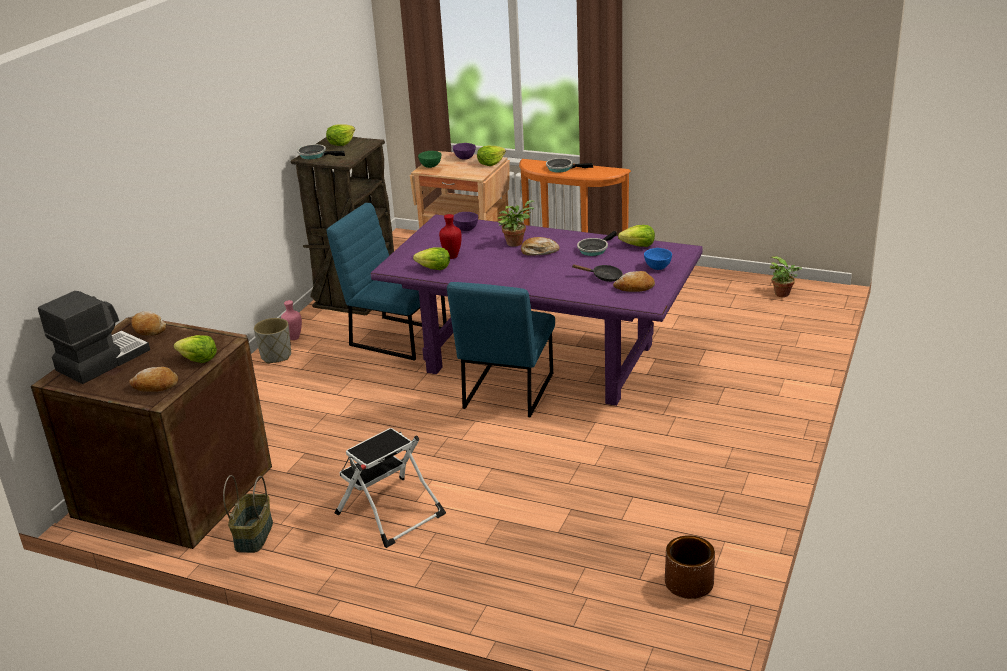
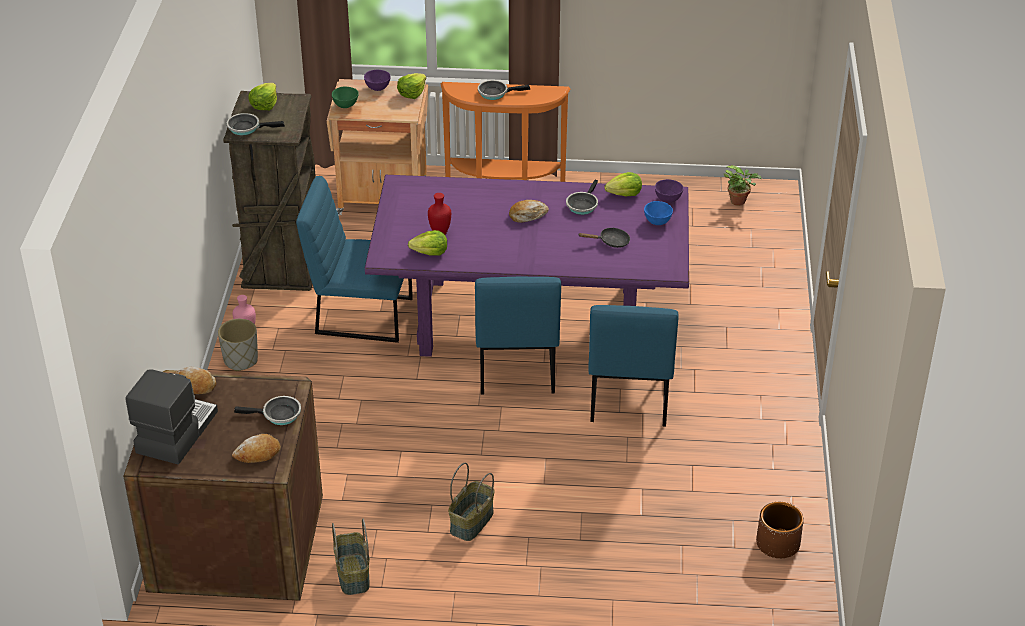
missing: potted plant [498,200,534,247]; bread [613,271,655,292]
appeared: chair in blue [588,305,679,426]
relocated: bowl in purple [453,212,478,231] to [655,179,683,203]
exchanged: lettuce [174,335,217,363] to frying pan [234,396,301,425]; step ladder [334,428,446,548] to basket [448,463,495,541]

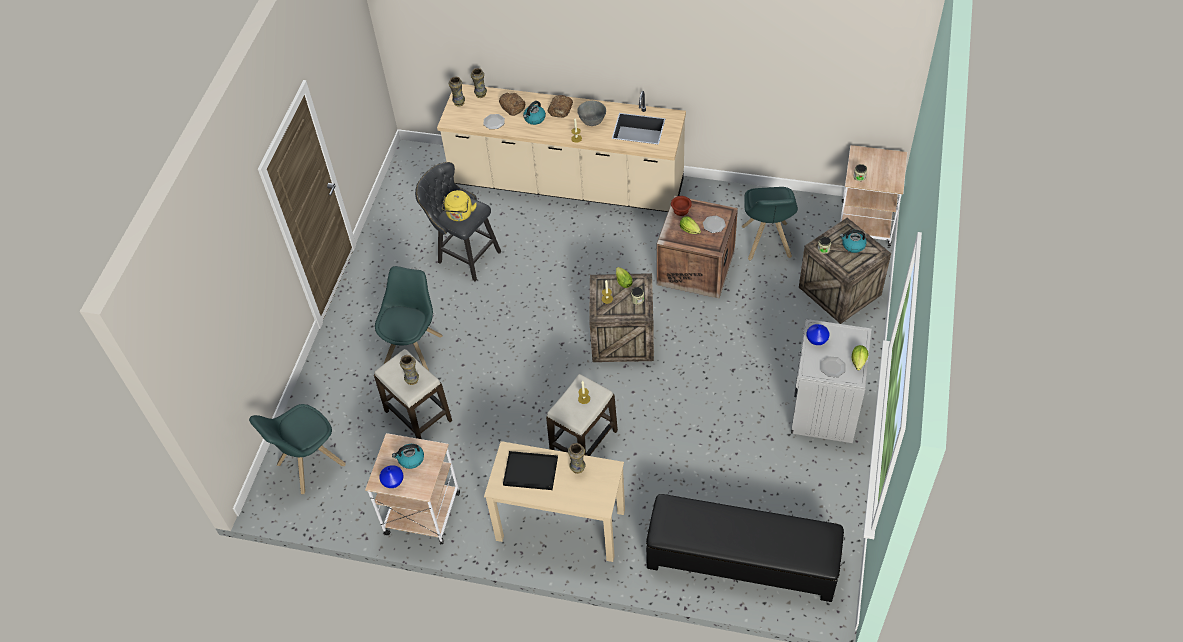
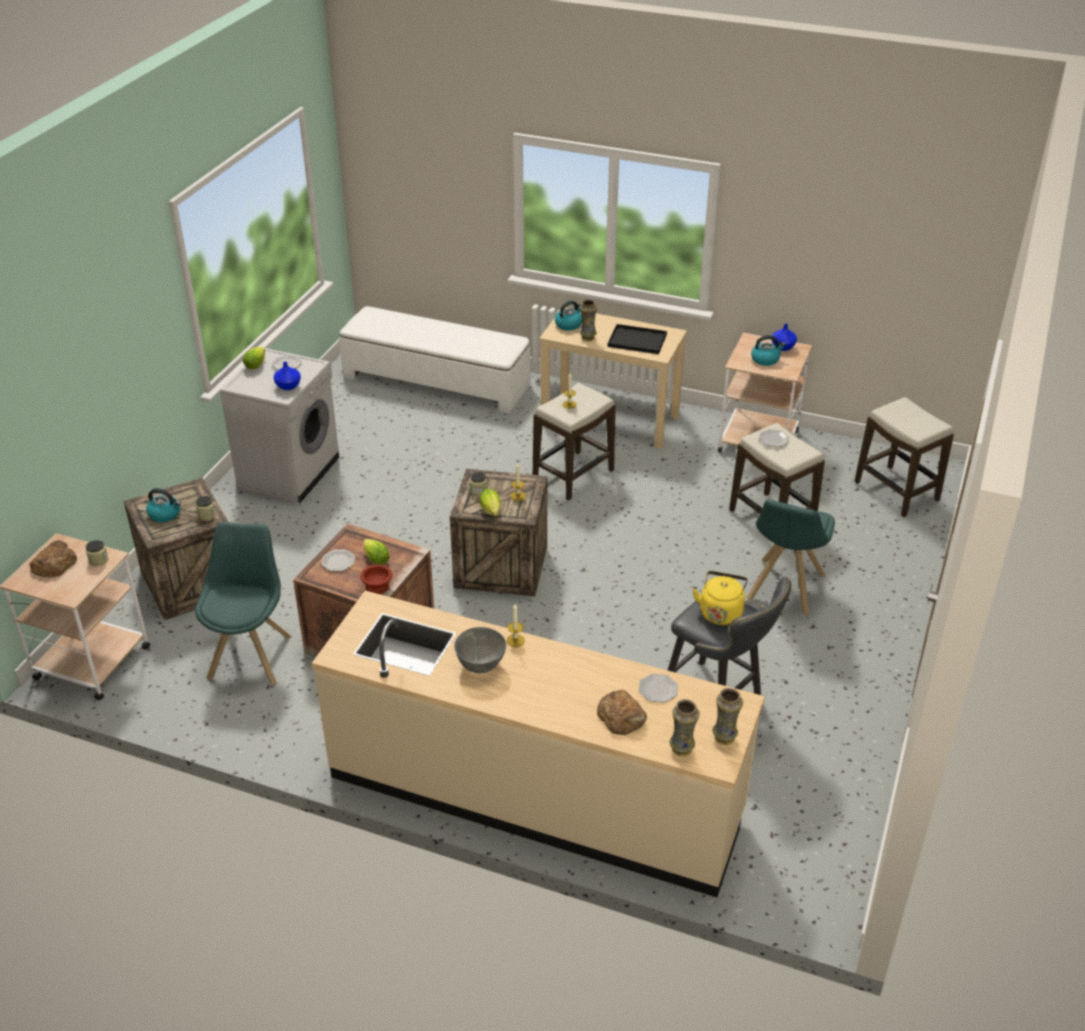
relocated: bread [548,95,573,118] to [29,540,77,577]; kettle [523,101,546,125] to [555,300,582,331]
exchanged: vase [400,355,419,385] to plate [759,429,789,447]; chair in turquoise [249,404,346,494] to stool [854,397,954,517]
colour: bench in black [646,494,844,602] to bench in white [339,306,531,413]

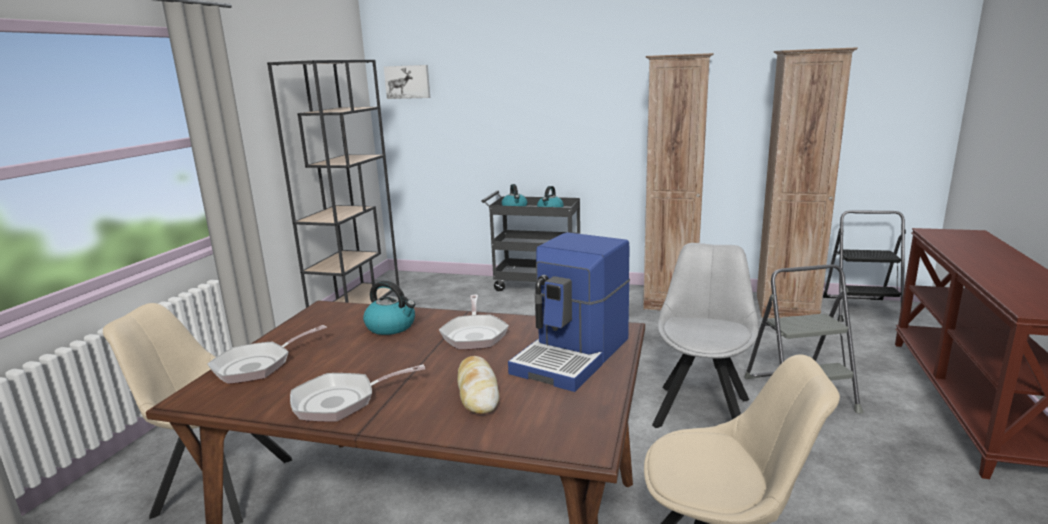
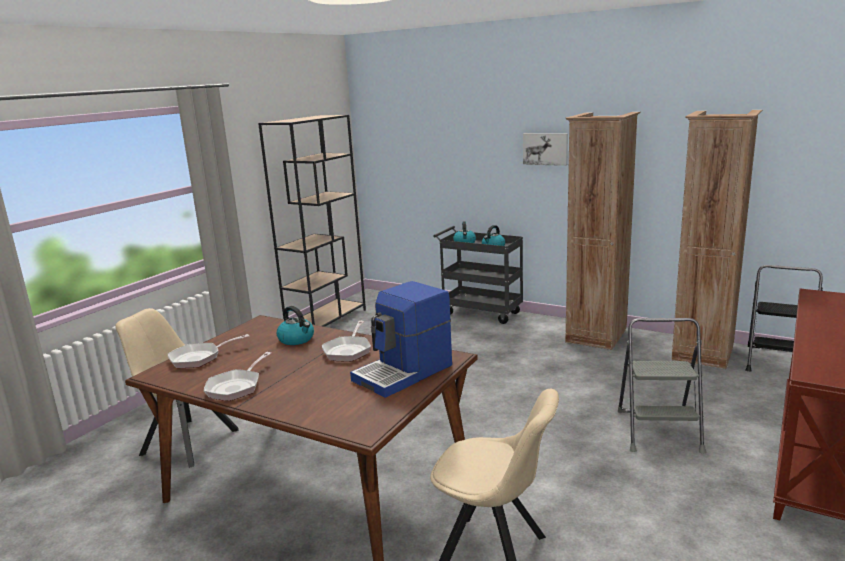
missing: chair in grey [652,243,758,428]; bread [457,356,500,414]
relocated: picture [384,65,430,99] to [523,133,568,166]
spun: frying pan [290,364,425,422] = [204,352,271,401] 60 degrees counterclockwise

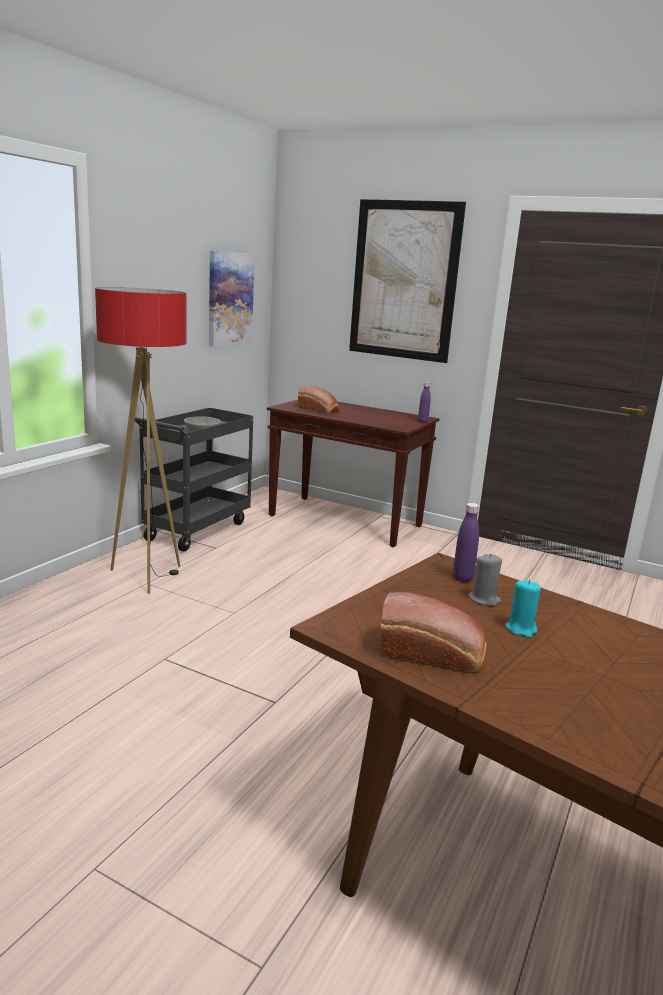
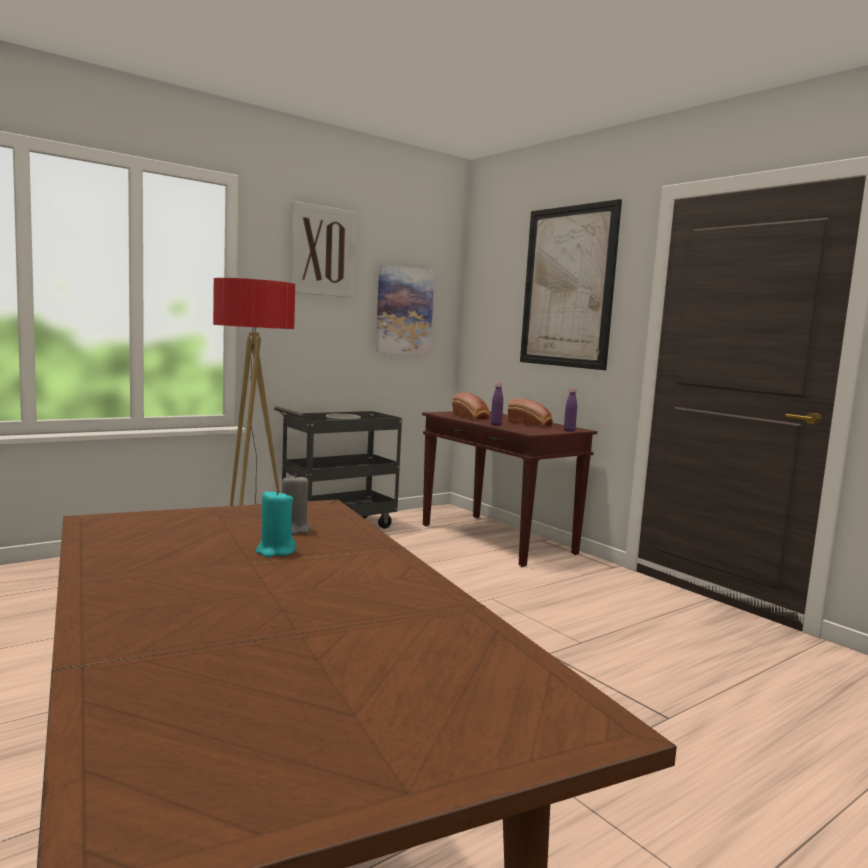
appeared: picture [290,201,357,298]
relocated: bottle in purple [453,503,479,582] to [491,383,503,426]; bread [381,592,487,672] to [508,398,553,427]

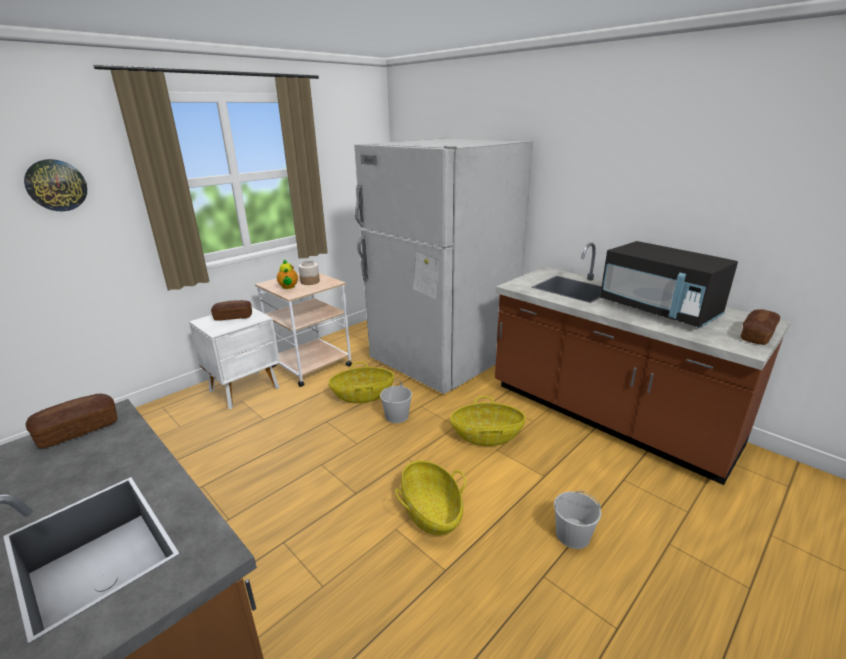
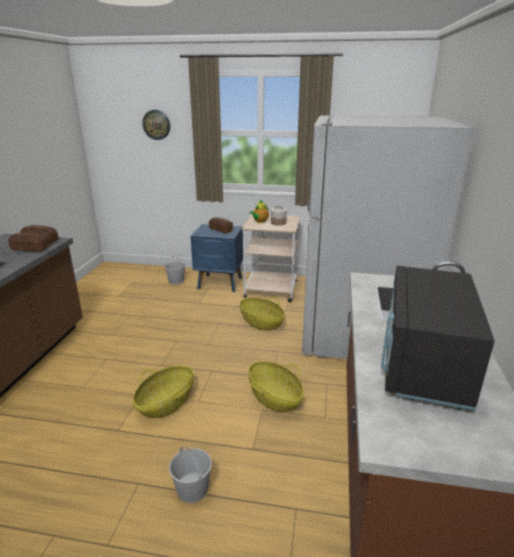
relocated: bread [740,309,780,345] to [8,233,49,252]; bucket in white [380,380,412,423] to [165,256,185,284]
colour: nightstand in white [189,307,280,409] to nightstand in blue [191,224,243,292]

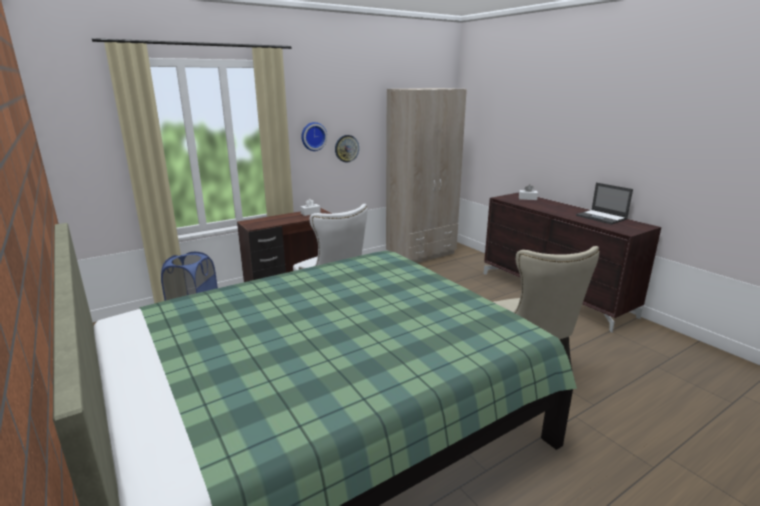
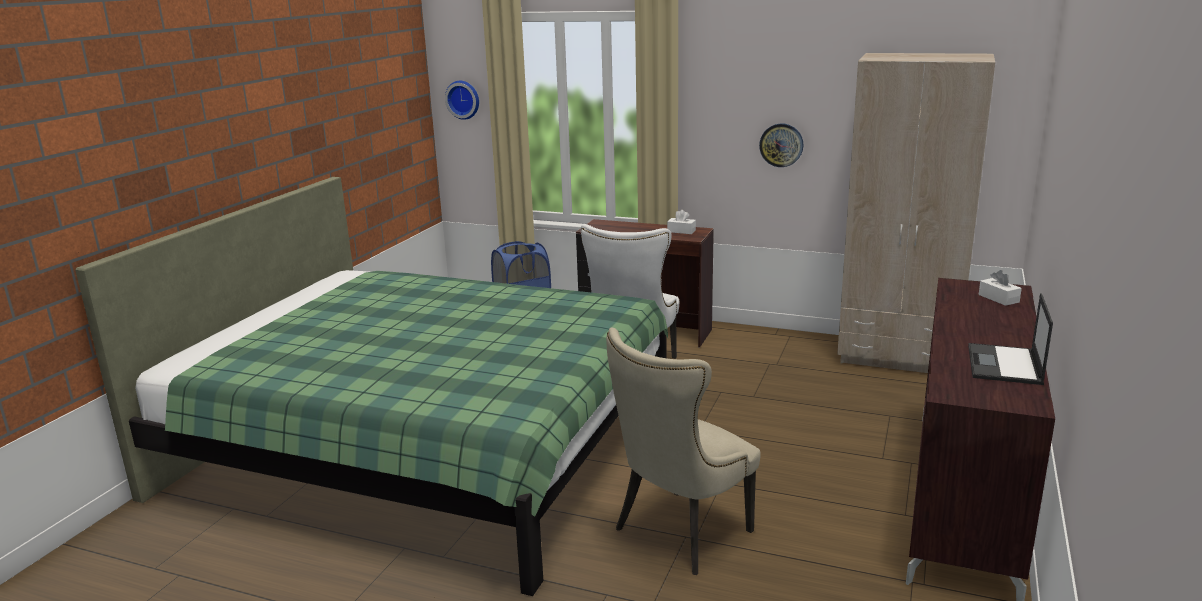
relocated: wall clock [301,122,327,151] to [445,81,479,120]

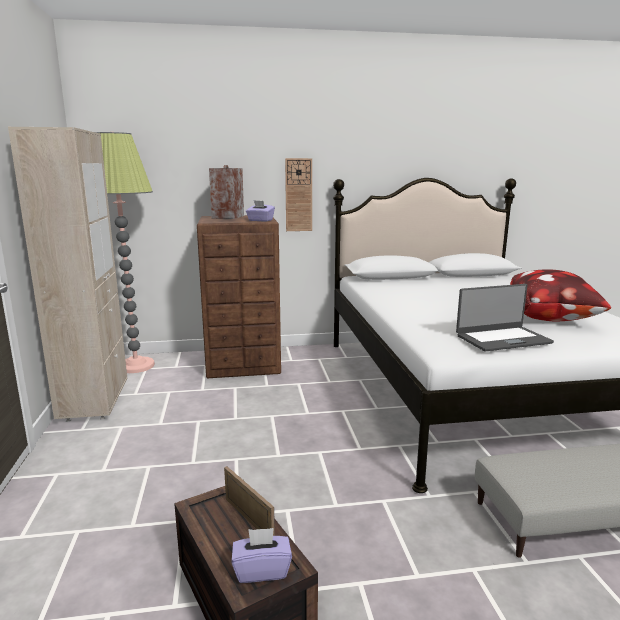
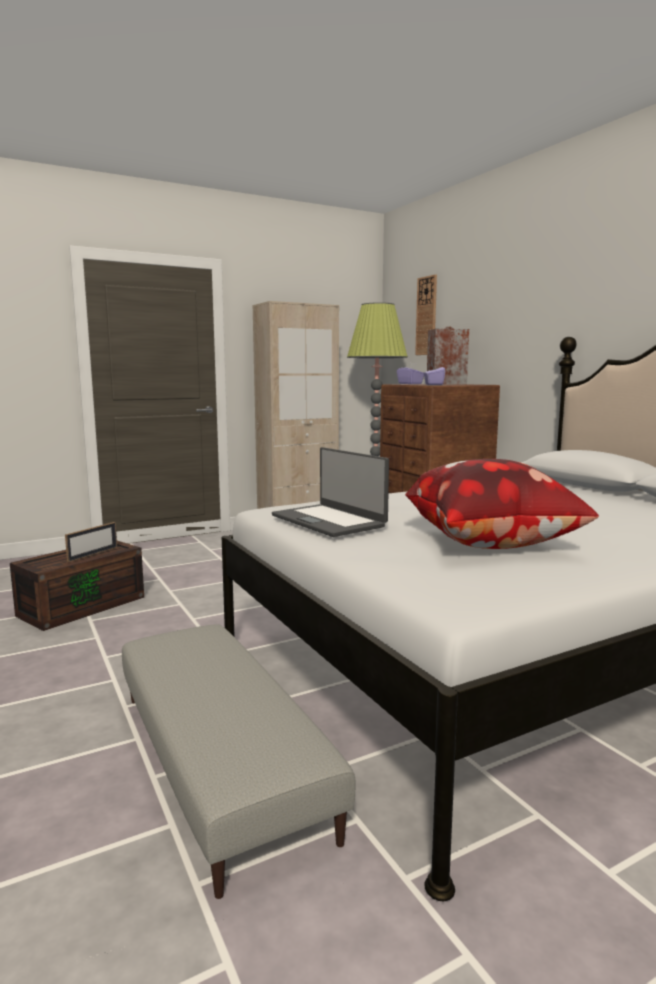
relocated: wall clock [285,158,312,231] to [415,275,437,355]; tissue box in purple [231,528,292,583] to [397,363,424,384]

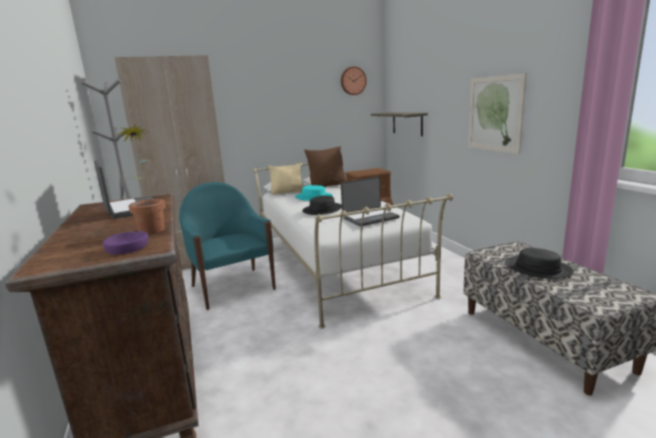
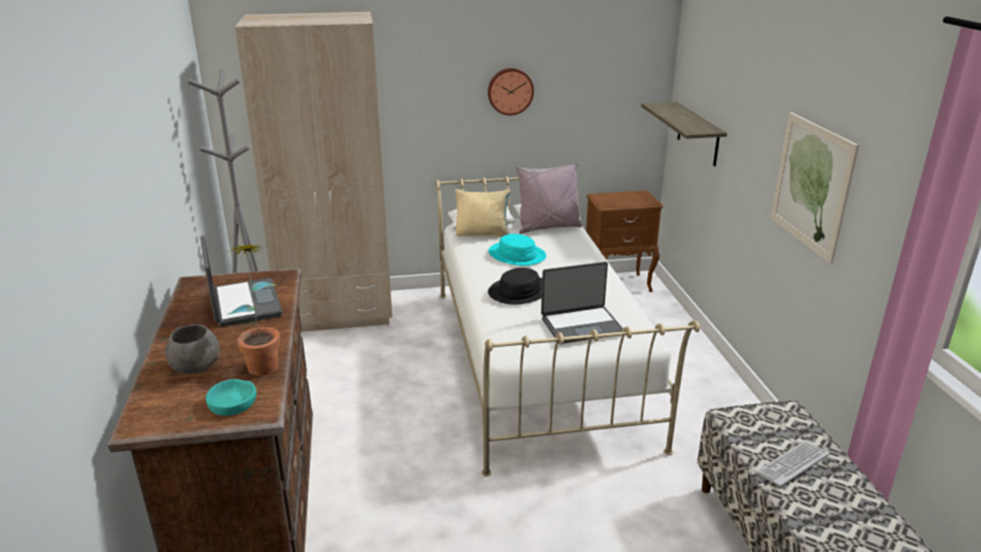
missing: armchair in turquoise [179,182,276,310]
appeared: bowl in grey [165,324,220,374]
relocated: wall clock [341,67,367,95] to [488,68,534,116]
exchanged: hat in black [505,248,574,279] to keyboard [755,441,830,487]
colour: pillow in brown [304,146,347,187] to pillow in purple [516,163,582,234]; bowl in purple [103,231,148,254] to bowl in turquoise [206,379,257,416]

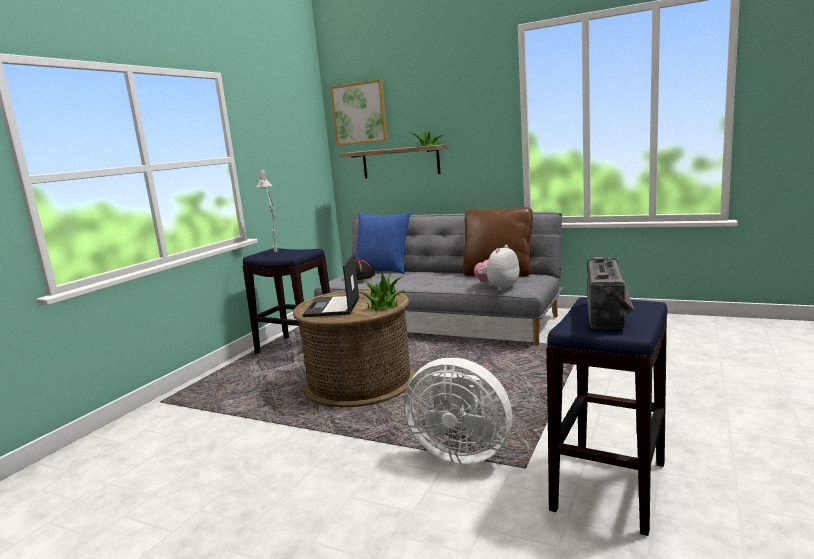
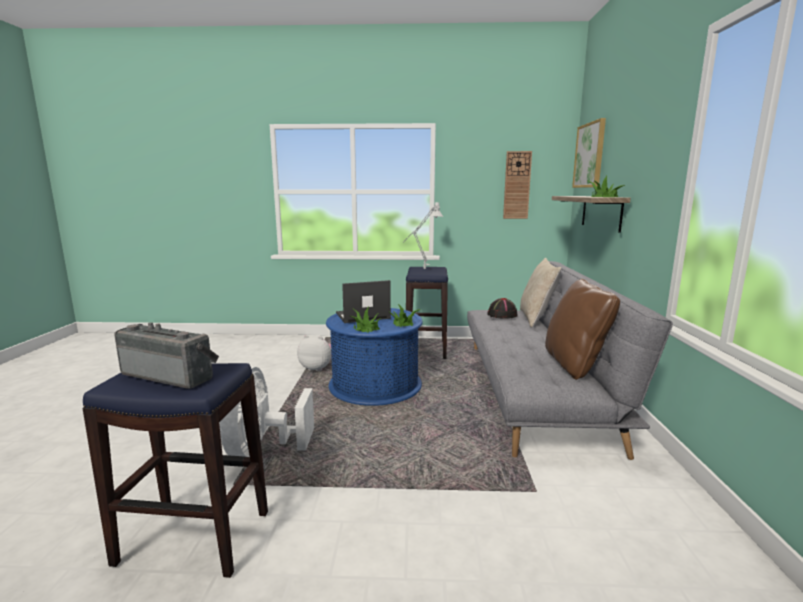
appeared: wall clock [503,151,532,219]
relocated: plush toy [474,245,520,291] to [297,335,331,371]
colour: pillow in blue [355,212,411,274] to pillow in beige [520,258,562,327]; coffee table in brown [293,288,415,407] to coffee table in blue [326,308,423,406]
spun: radio [587,257,634,329] = [114,322,219,389] 150 degrees counterclockwise

